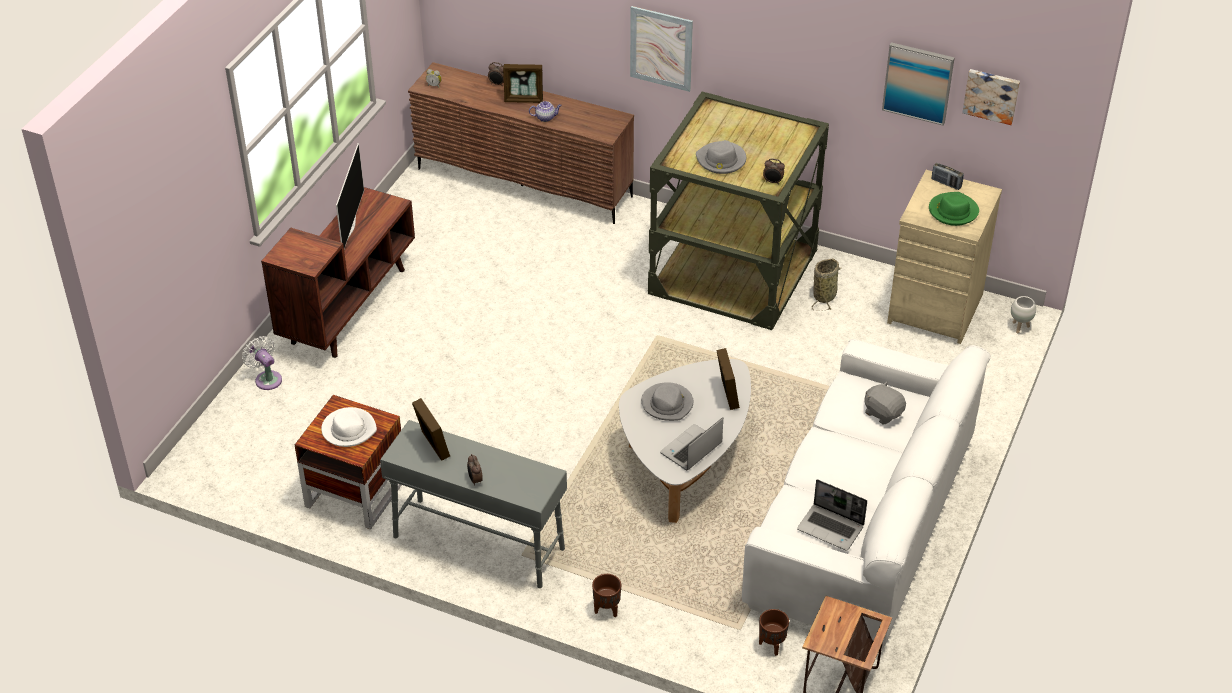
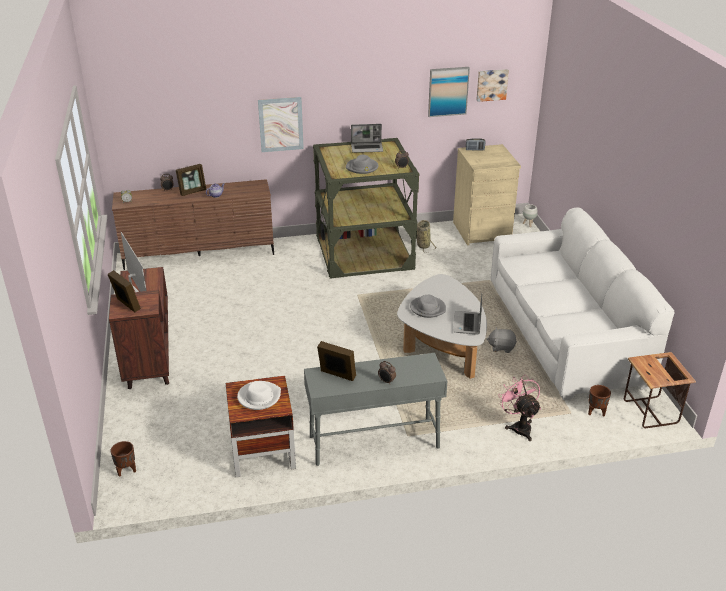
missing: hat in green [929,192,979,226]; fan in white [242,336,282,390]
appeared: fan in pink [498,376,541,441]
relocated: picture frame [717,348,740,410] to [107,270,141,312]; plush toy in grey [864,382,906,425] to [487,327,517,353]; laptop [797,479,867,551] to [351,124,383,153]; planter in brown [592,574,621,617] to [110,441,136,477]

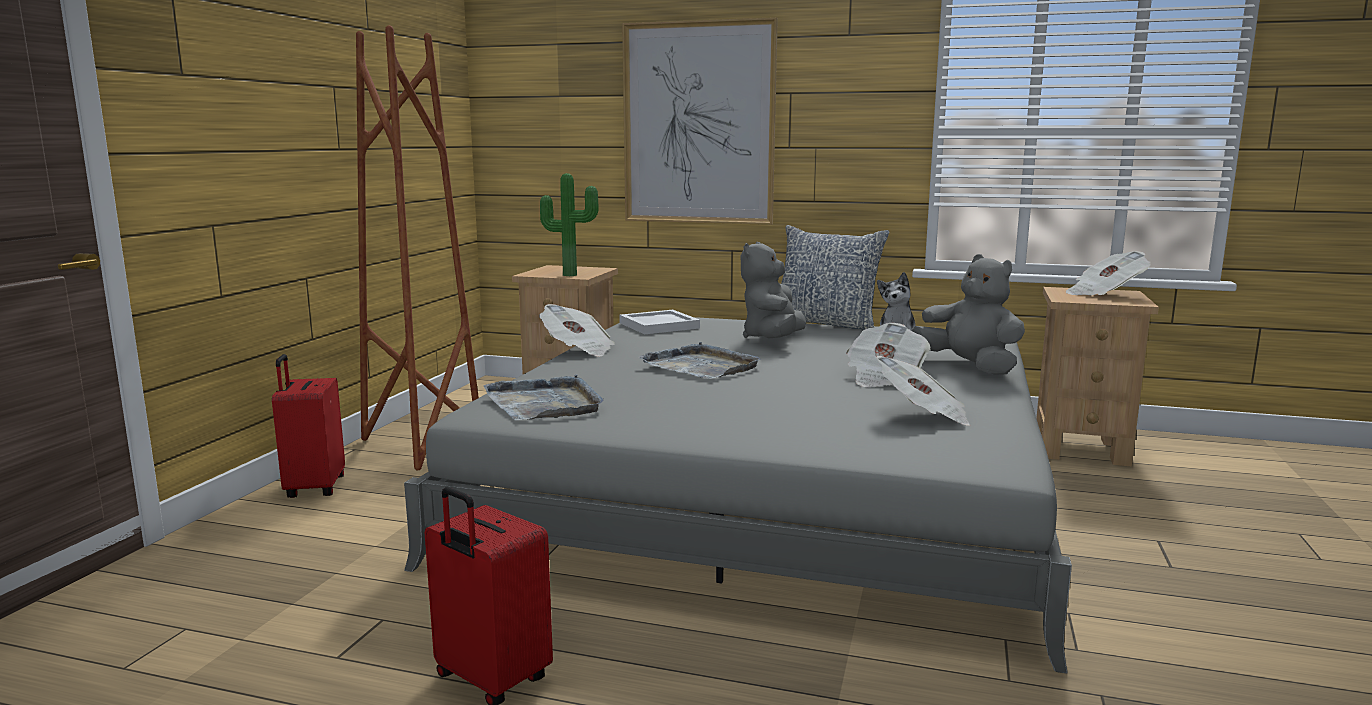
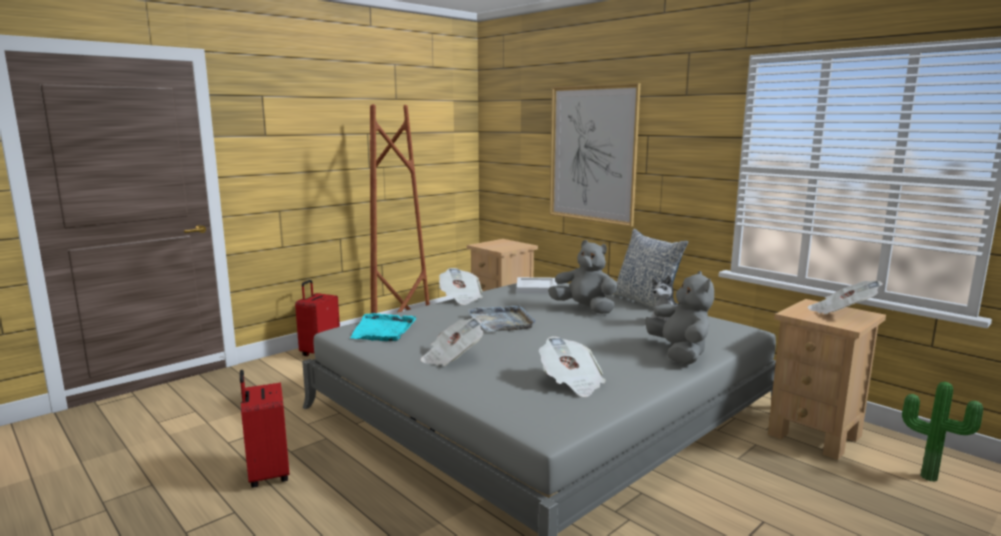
relocated: potted plant [540,173,599,276] to [902,382,983,482]; newspaper [847,323,930,387] to [421,318,483,366]
colour: tray in grey [483,375,604,420] to tray in turquoise [350,313,417,341]
spun: plush toy in grey [741,242,806,338] = [548,240,618,314] 75 degrees clockwise

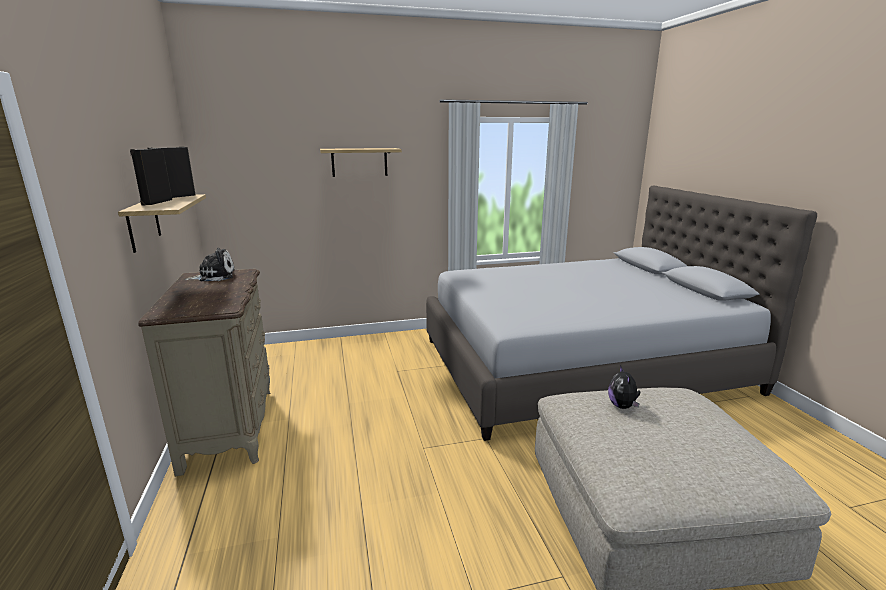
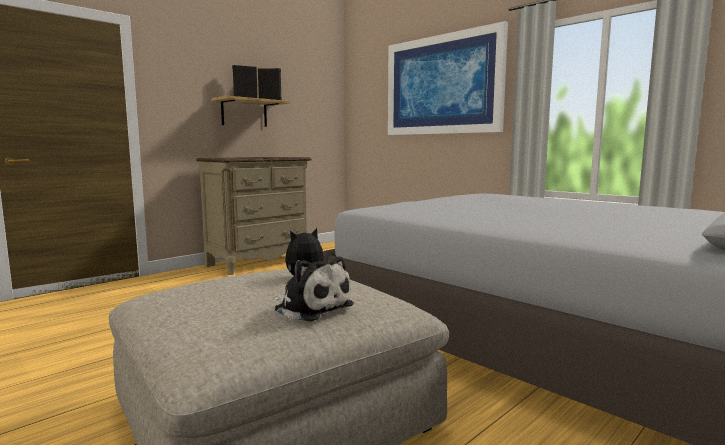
relocated: plush toy [185,248,235,281] to [273,257,354,322]
exchanged: shelf [320,148,402,177] to picture [388,21,508,135]

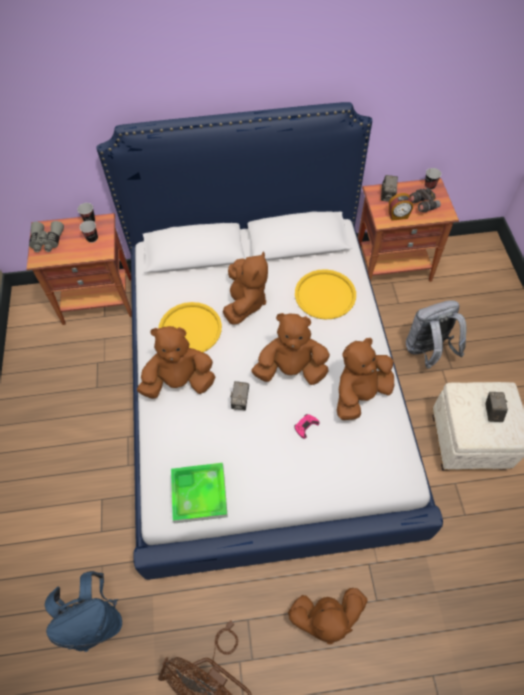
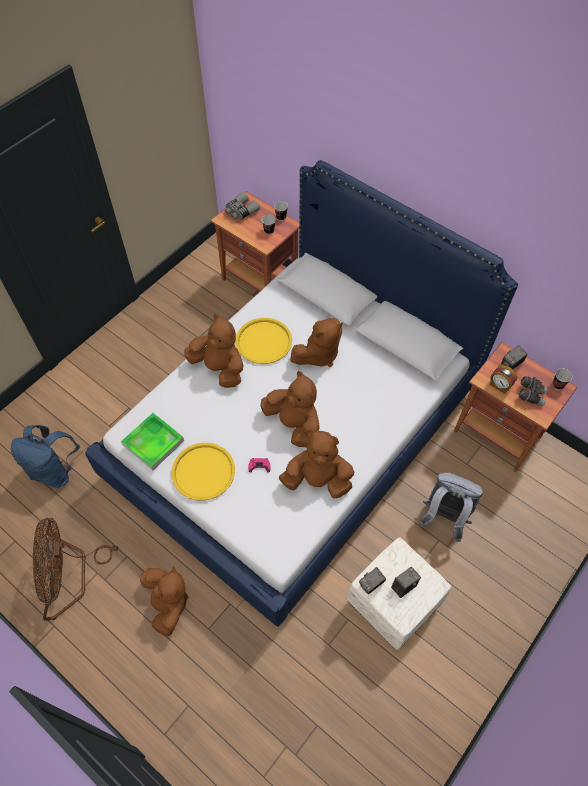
relocated: tray in yellow [295,269,356,319] to [172,443,235,501]; photo camera [230,381,249,410] to [359,567,386,594]
spun: plush toy in brown [288,588,368,644] = [140,566,188,636] 150 degrees counterclockwise

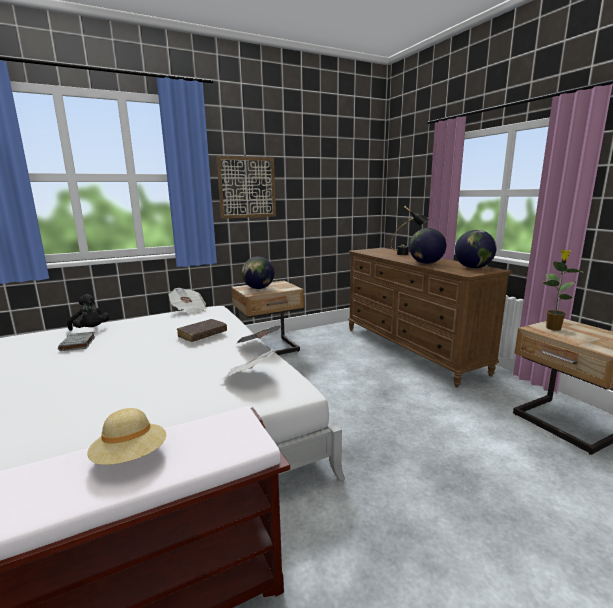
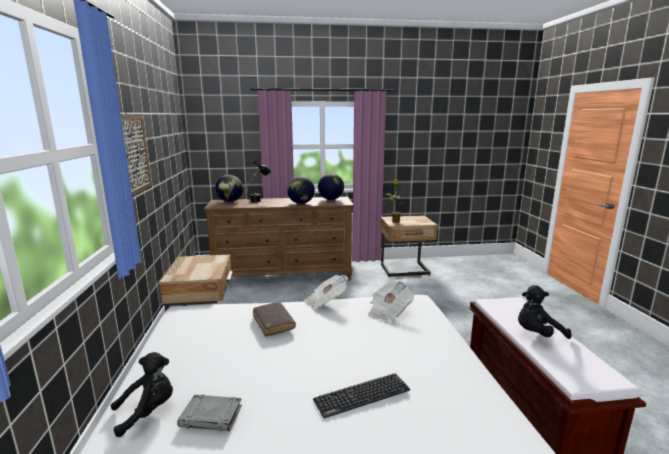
missing: newspaper [169,288,207,315]
appeared: keyboard [313,373,410,418]
relocated: globe [242,257,274,289] to [215,175,243,202]
exchanged: hat in beige [87,408,166,465] to plush toy in black [518,285,571,339]

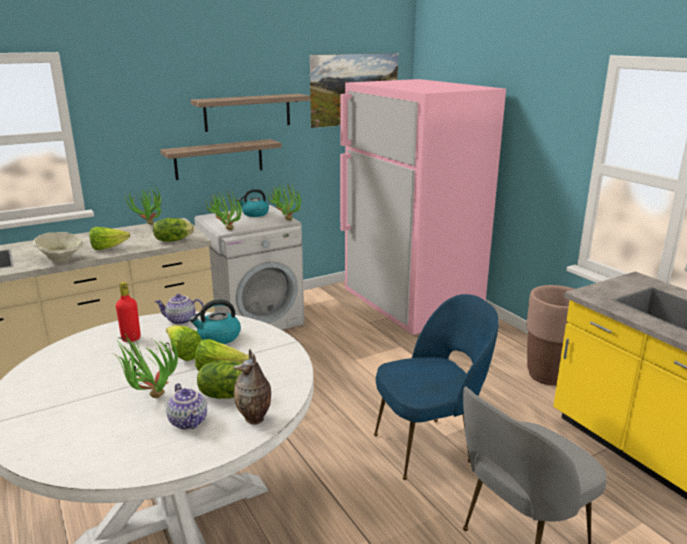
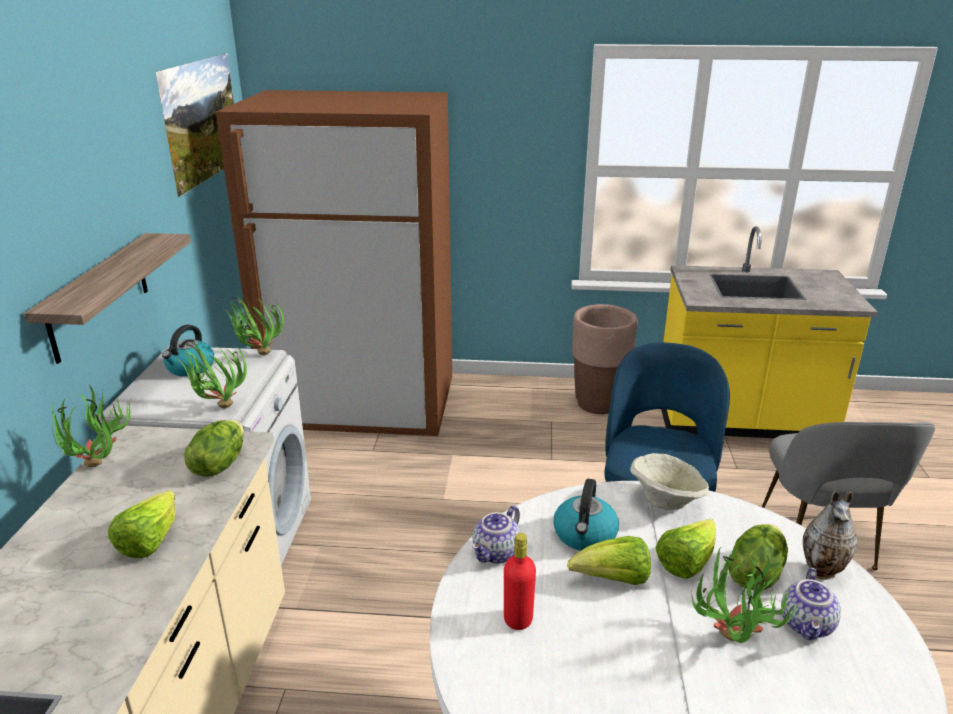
missing: shelf [191,94,310,132]
relocated: bowl in beige [33,232,83,262] to [630,453,709,510]
colour: fridge in pink [340,79,506,335] to fridge in brown [216,90,452,436]
spun: teapot [166,383,207,430] = [781,567,841,640] 105 degrees clockwise

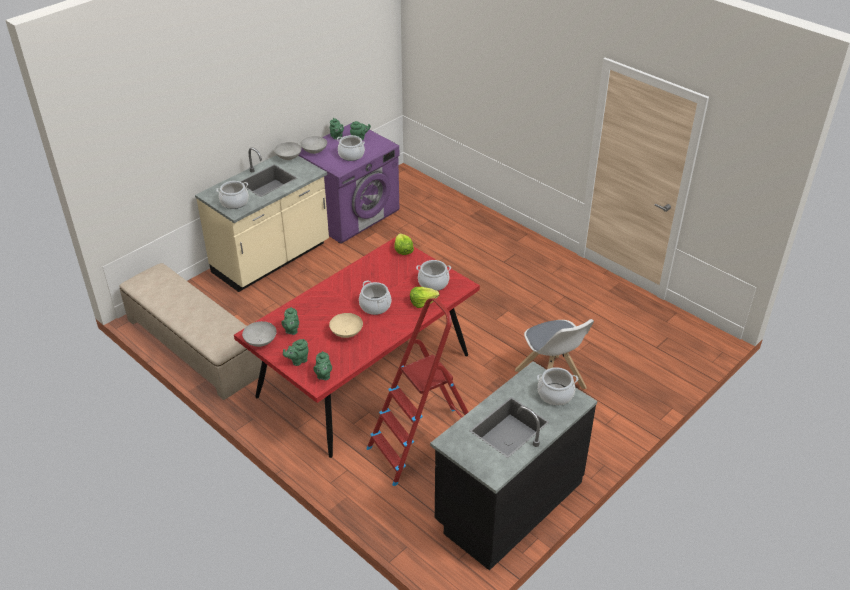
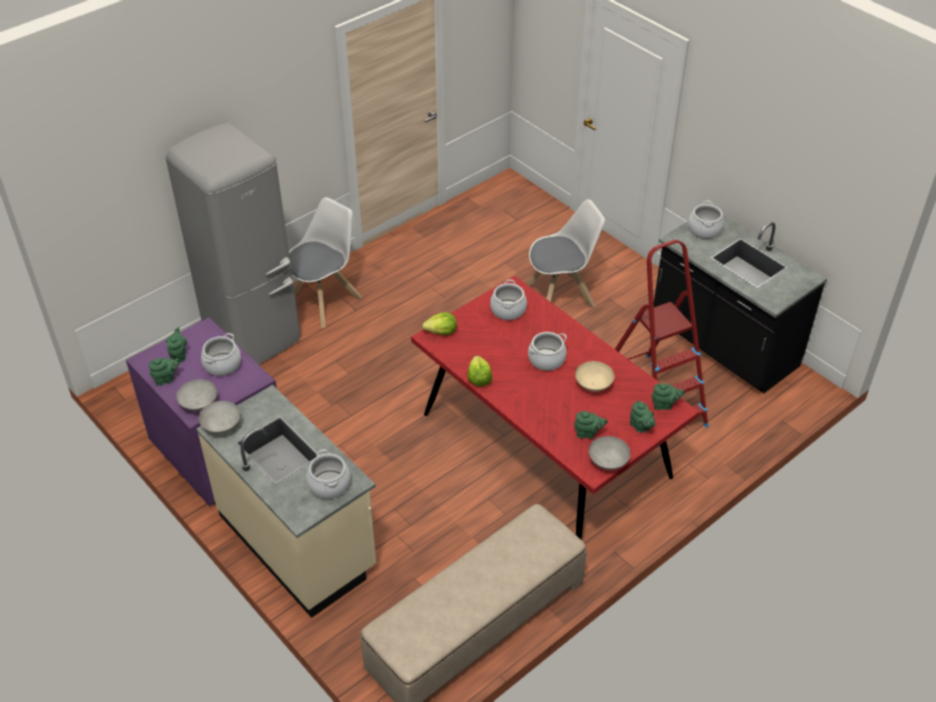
appeared: fridge in grey [166,123,301,364]; chair [289,197,362,328]
relocated: lettuce [410,287,439,308] to [467,355,492,386]

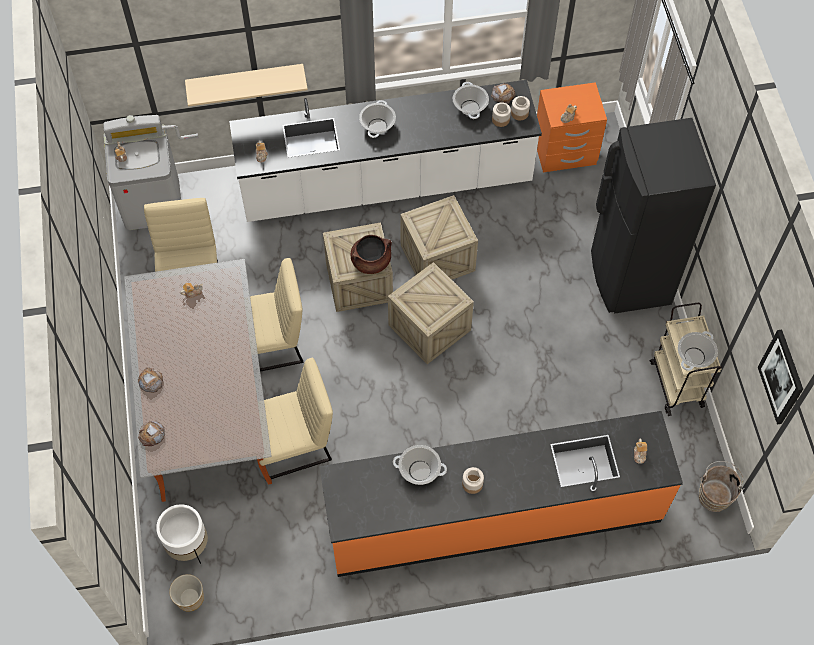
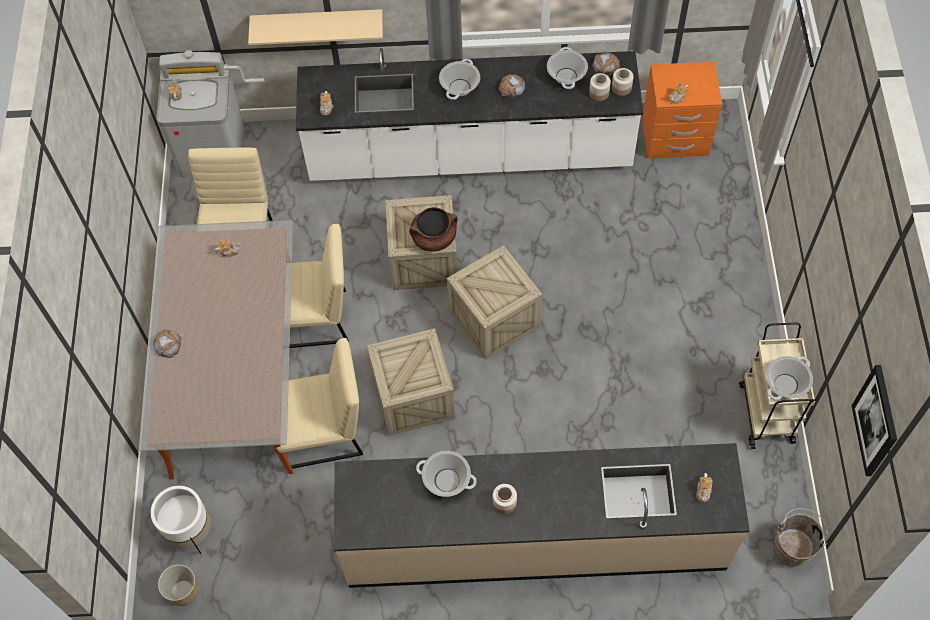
missing: fridge in black [591,118,716,314]
relocated: crate [400,195,478,280] to [367,328,455,436]; bread [138,421,165,446] to [498,74,525,98]
colour: counter in orange [319,411,683,577] to counter in beige [334,443,750,588]

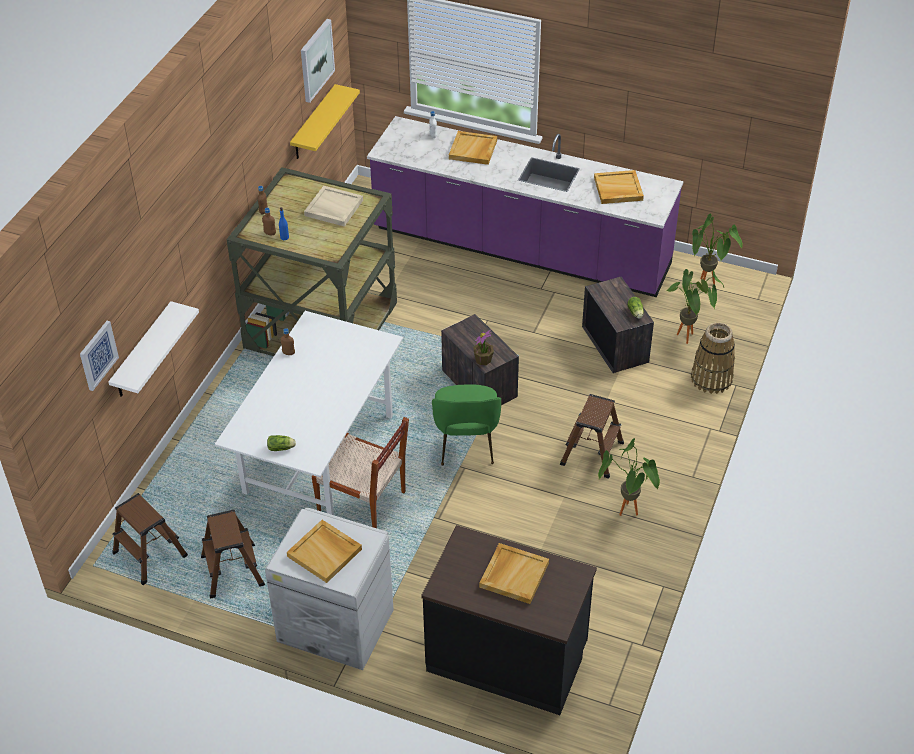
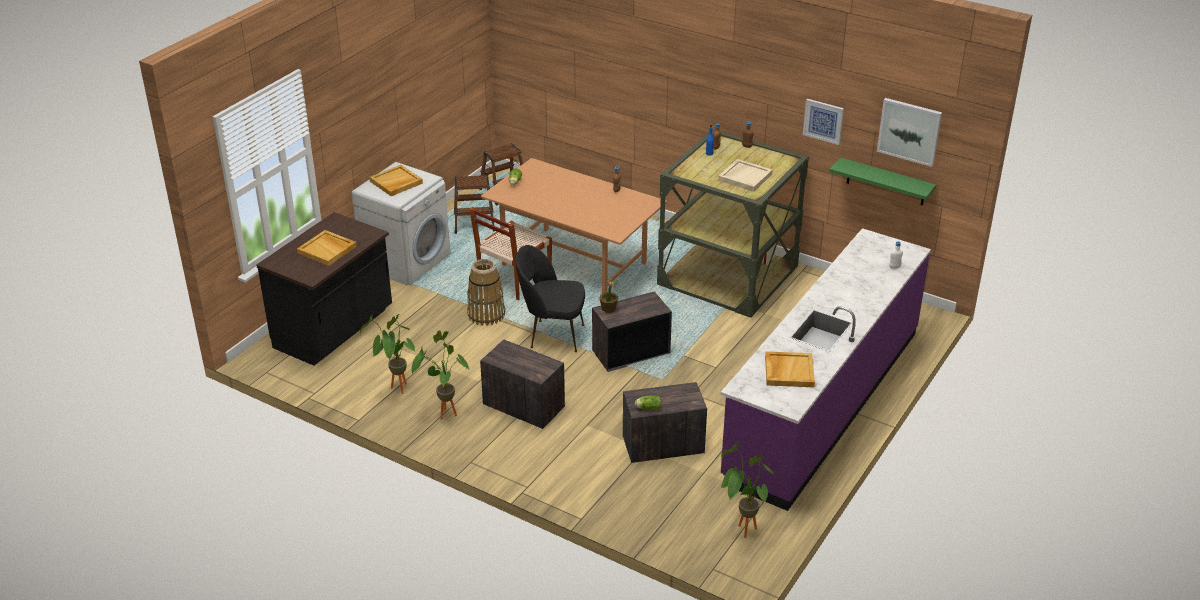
missing: tray in beige [449,131,497,165]; shelf in white [108,301,199,396]
relocated: potted plant [667,269,724,344] to [360,314,415,394]; picture [80,321,119,391] to [803,99,844,145]; basket [691,323,735,394] to [467,259,505,326]
exchanged: step ladder in brown [560,394,624,479] to crate [480,340,565,429]
colour: shelf in yellow [290,84,360,159] to shelf in green [829,157,936,205]; dining table in white [215,311,403,515] to dining table in brown [481,158,667,294]; chair in green [432,384,501,466] to chair in black [515,245,585,352]

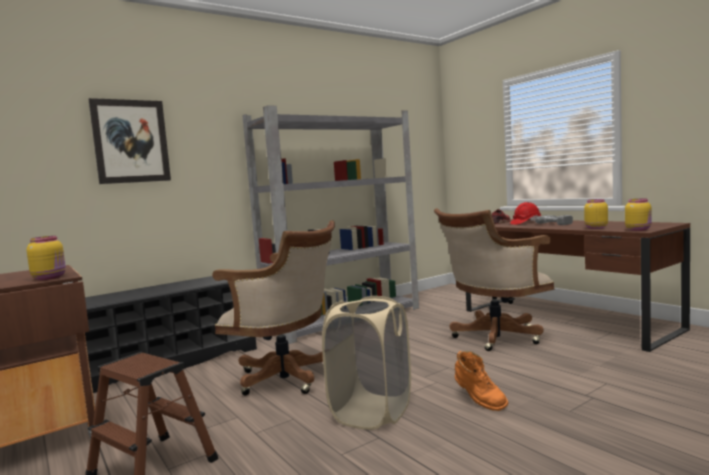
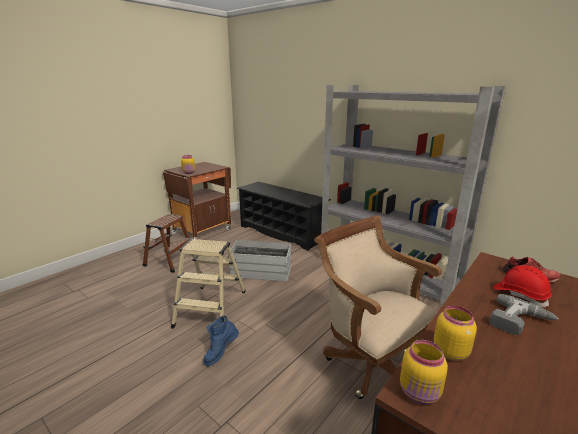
missing: picture [88,98,171,184]
exchanged: office chair [212,220,335,396] to storage box in grey [228,240,292,282]; laundry basket in beige [322,296,411,430] to step ladder in beige [171,239,246,329]
colour: boot in orange [455,351,508,411] to boot in blue [203,315,239,366]

